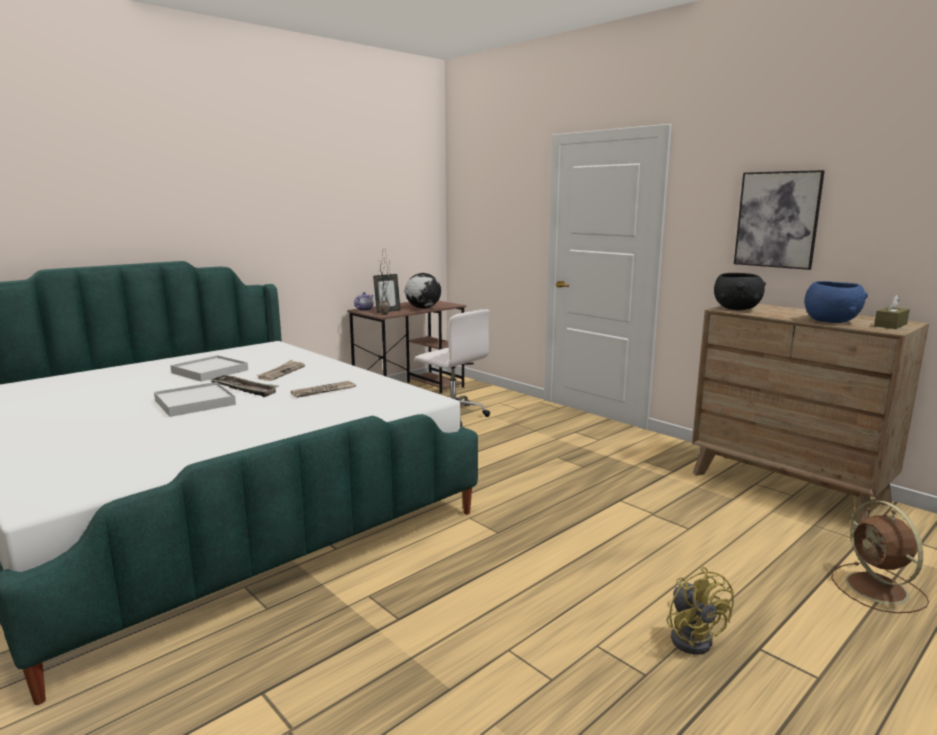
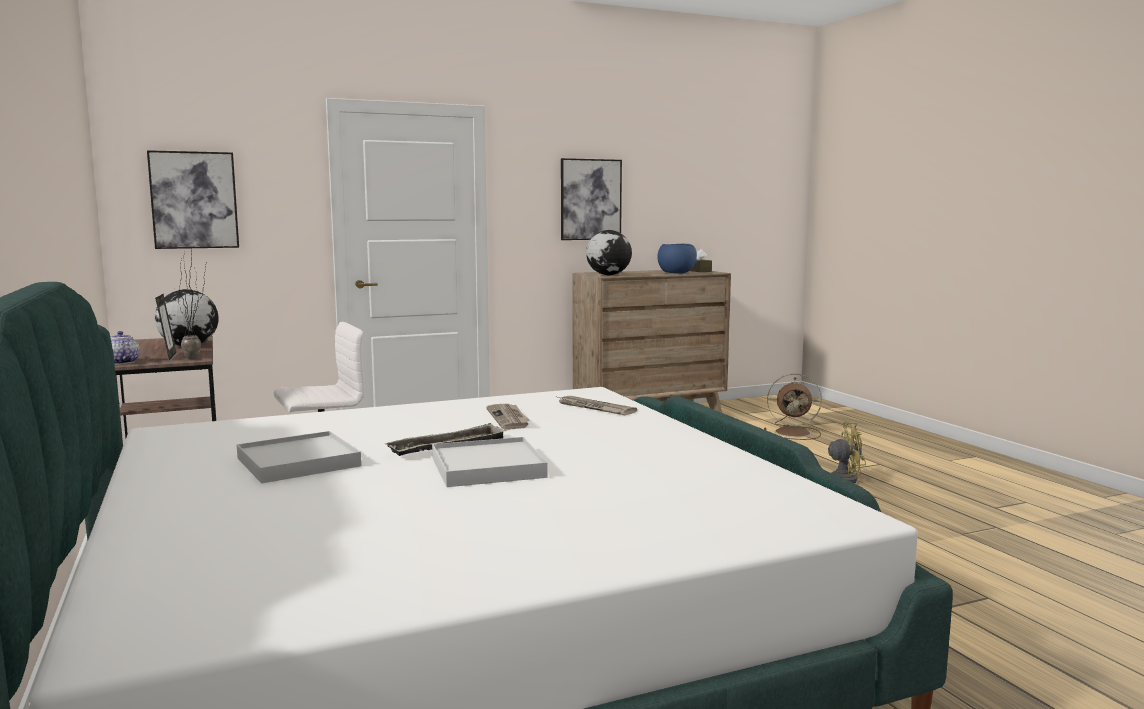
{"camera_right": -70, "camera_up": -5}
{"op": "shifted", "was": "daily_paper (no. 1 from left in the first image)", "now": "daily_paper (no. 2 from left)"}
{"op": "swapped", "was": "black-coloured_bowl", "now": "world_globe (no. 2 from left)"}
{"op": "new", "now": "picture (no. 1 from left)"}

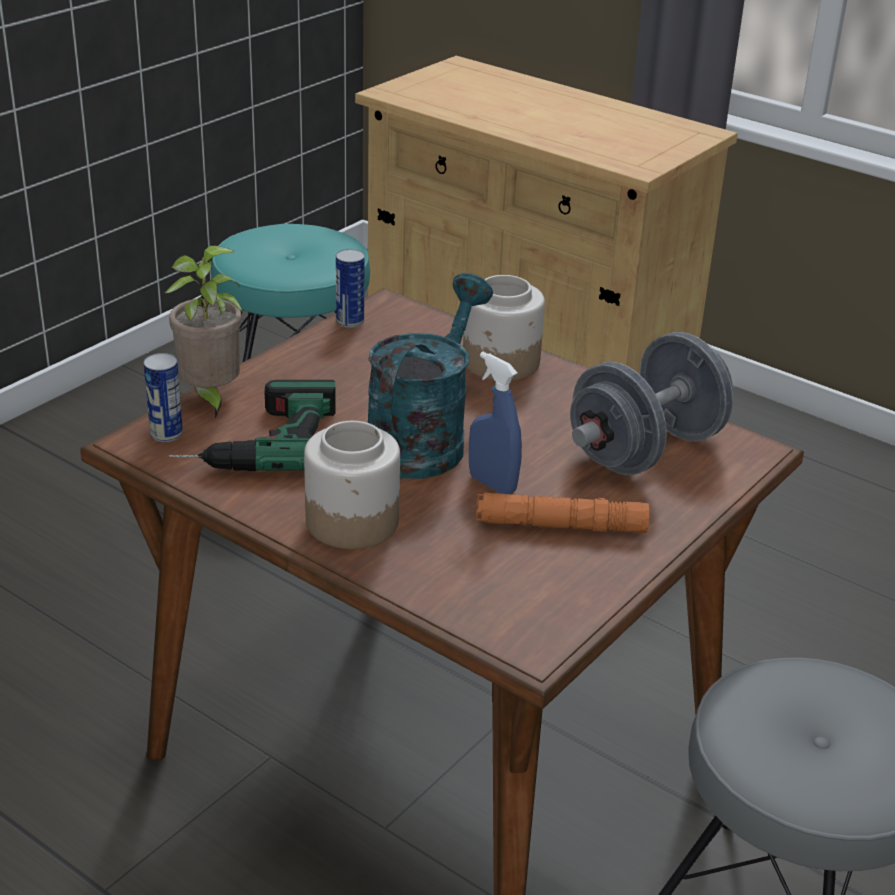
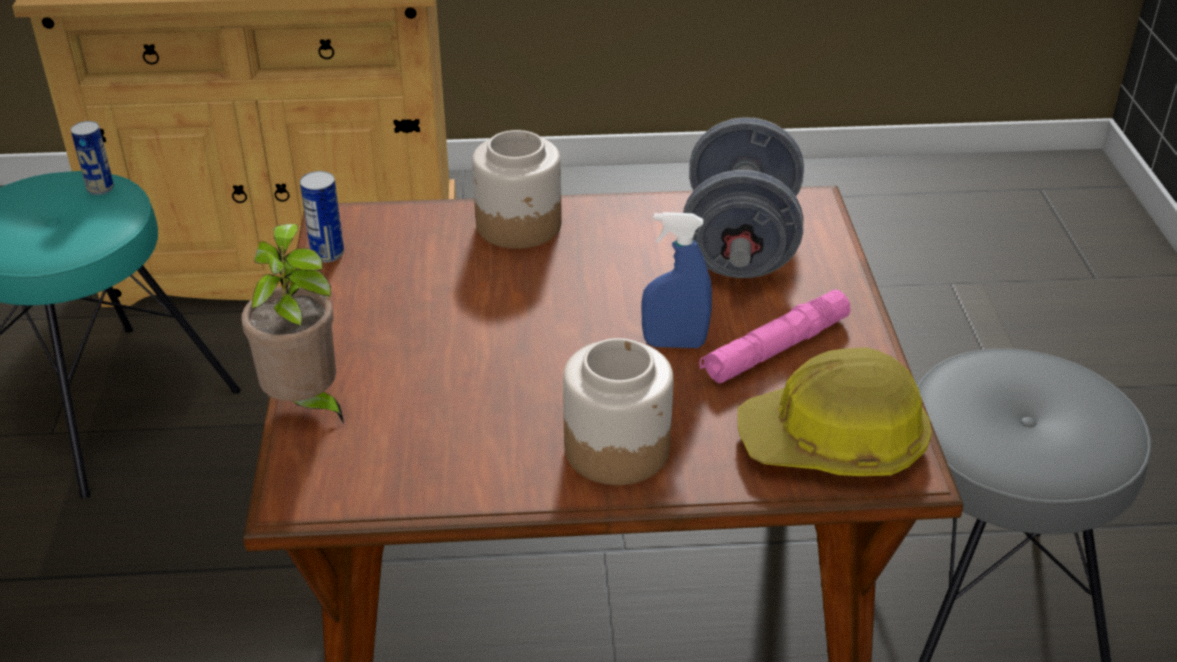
{"camera_right": -40, "camera_up": 5}
{"op": "shifted", "was": "metal_can (no. 1 from left)"}
{"op": "gone", "was": "drill"}
{"op": "gone", "was": "turquoise_sprinkling_can"}
{"op": "repainted", "was": "orange-coloured_hand_torch", "now": "pink_hand_torch"}
{"op": "new", "now": "hard_hat"}

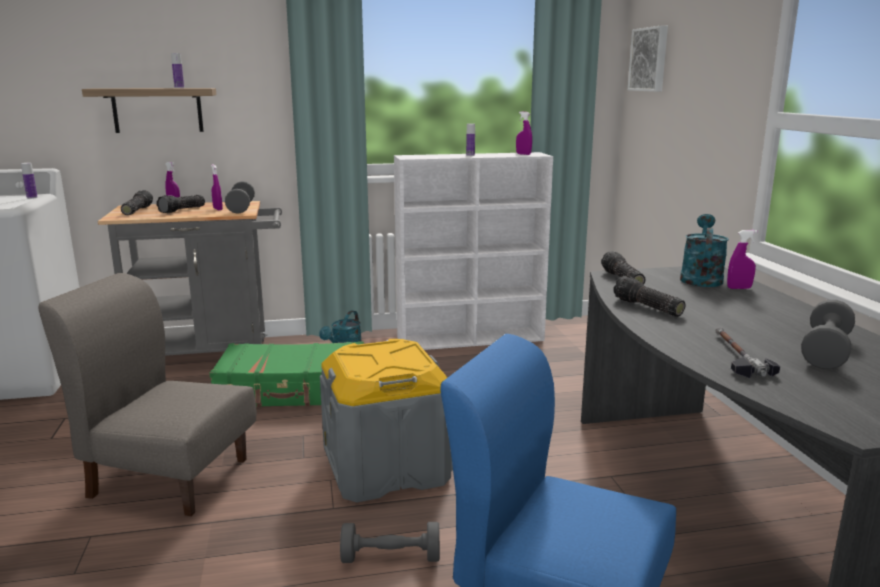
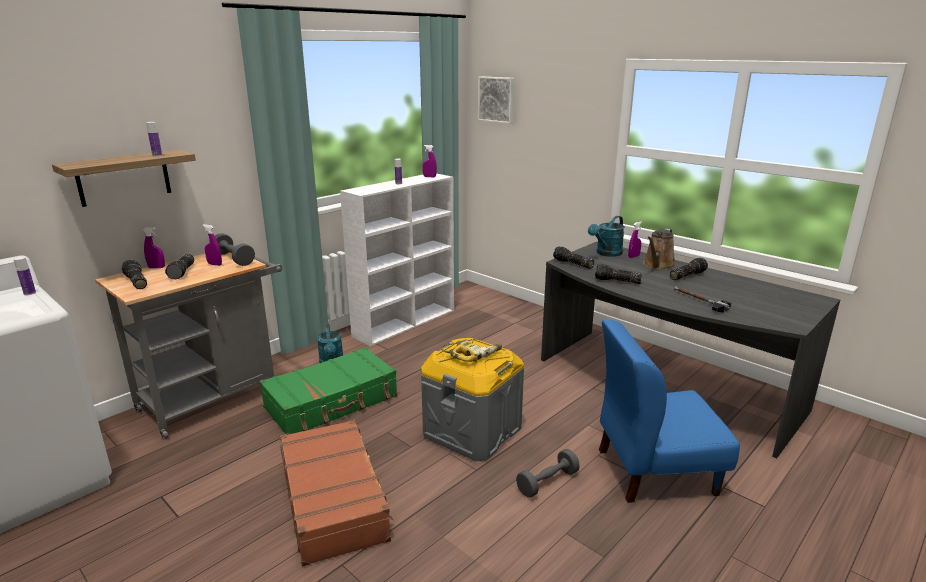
{"camera_right": -35, "camera_up": 5}
{"op": "swapped", "was": "grey_upright_chair", "now": "brownish_piece_of_luggage"}
{"op": "rotated", "was": "turquoise_sprinkling_can (no. 2 from left)", "clockwise": -120}
{"op": "gone", "was": "grey_dumbbell (no. 3 from left)"}
{"op": "new", "now": "drill"}
{"op": "new", "now": "brownish_sprinkling_can"}
{"op": "new", "now": "hand_torch (no. 5 from left)"}

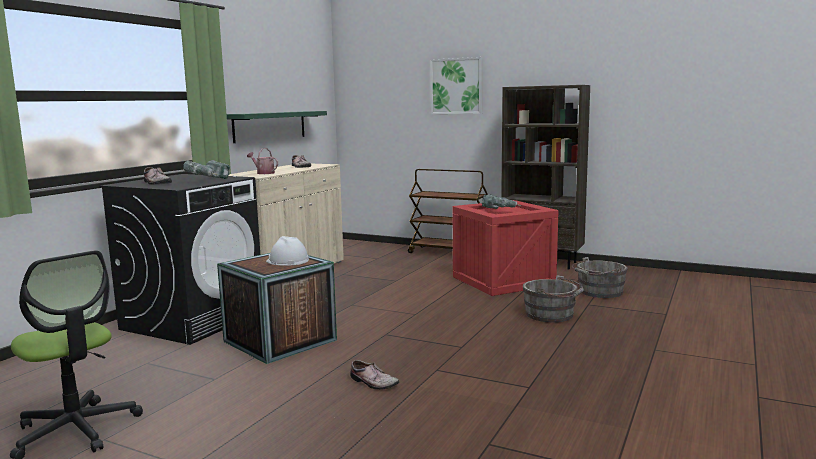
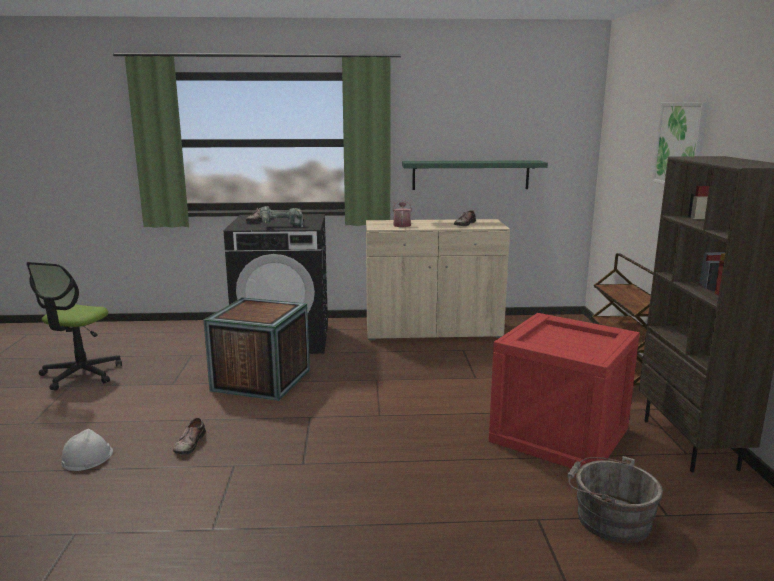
{"camera_right": 60, "camera_up": 5}
{"op": "shifted", "was": "whitish_hard_hat"}
{"op": "gone", "was": "drill (no. 2 from left)"}
{"op": "gone", "was": "grey_bucket (no. 1 from left)"}

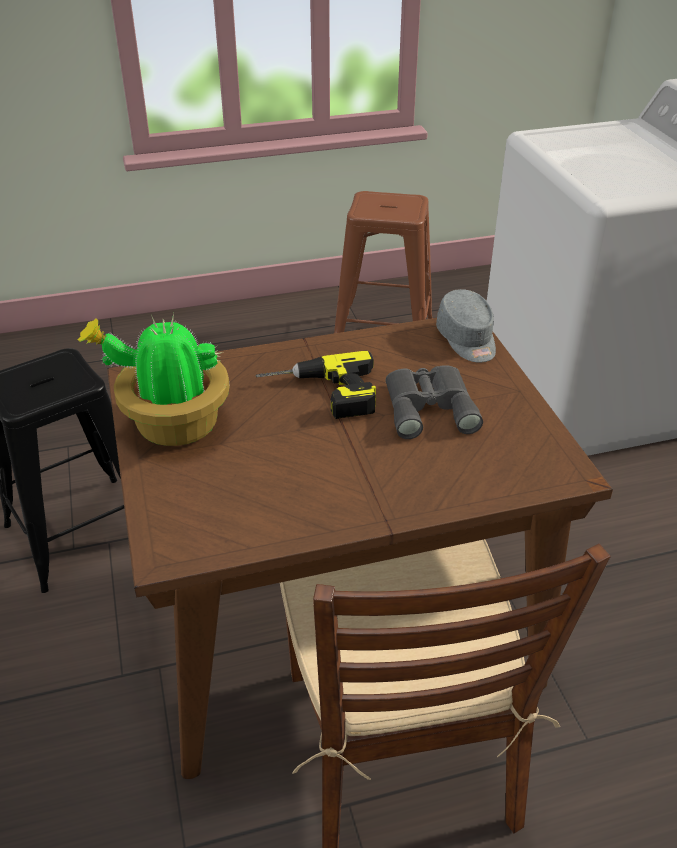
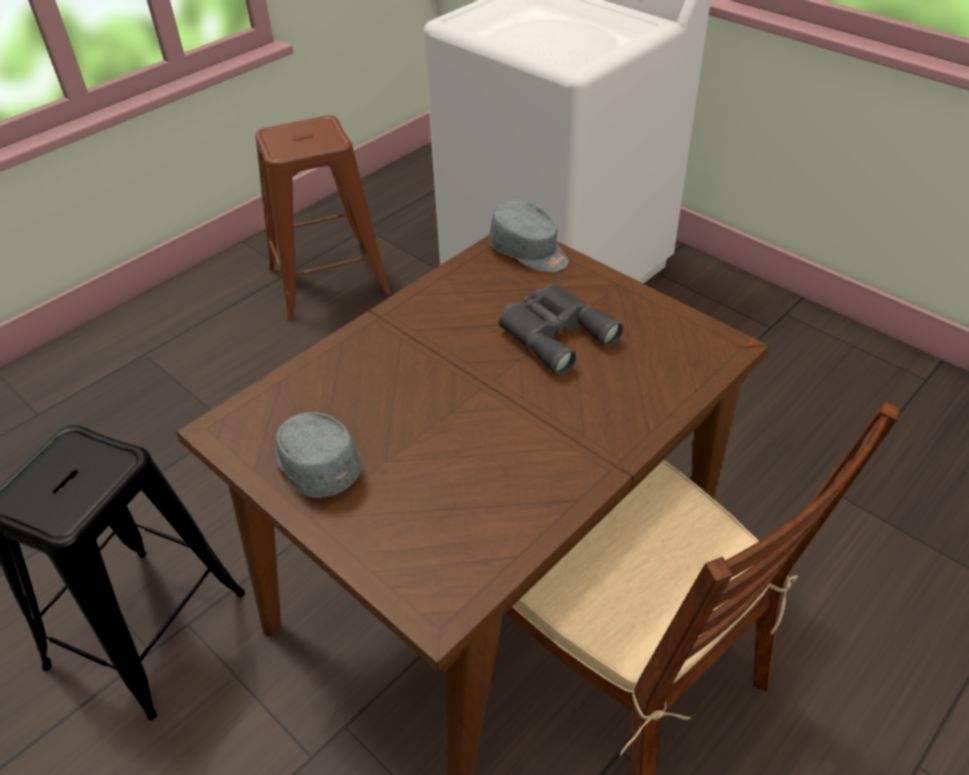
{"camera_right": -30, "camera_up": 5}
{"op": "swapped", "was": "houseplant", "now": "grey_cap (no. 1 from left)"}
{"op": "gone", "was": "drill"}

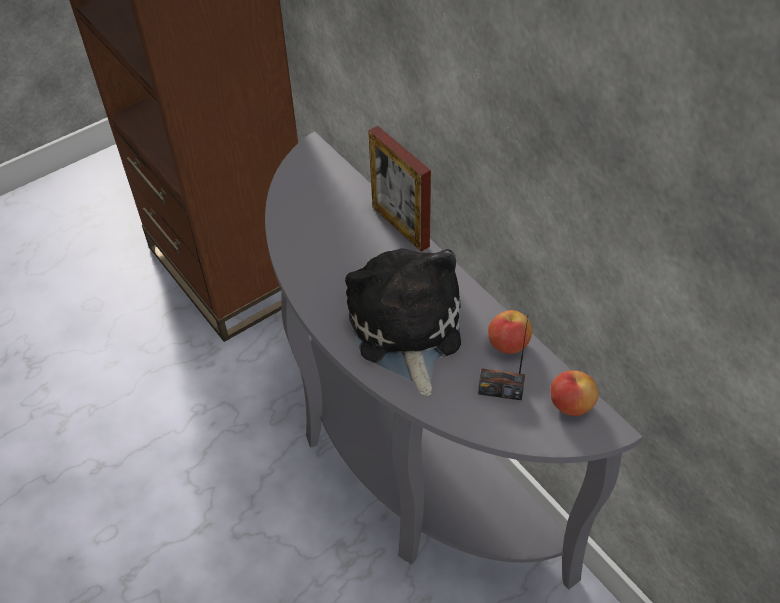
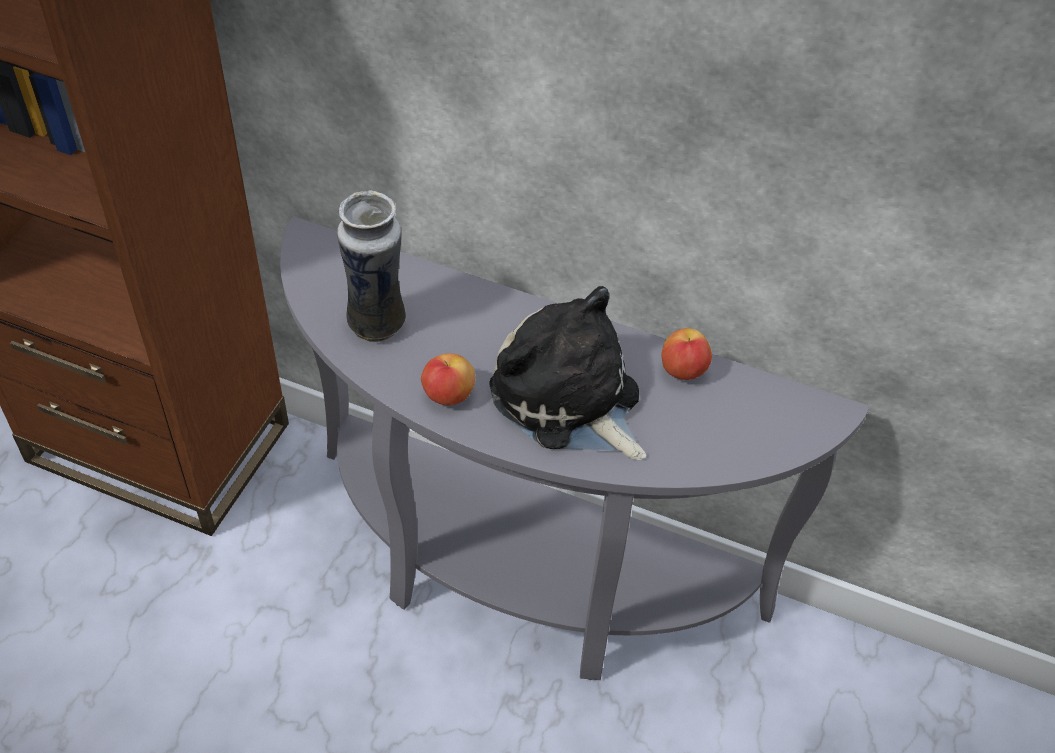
{"camera_right": -35, "camera_up": 0}
{"op": "gone", "was": "standing_frame"}
{"op": "gone", "was": "radio_receiver"}
{"op": "shifted", "was": "apple_fruit (no. 2 from left in the first image)", "now": "apple_fruit (no. 1 from left)"}
{"op": "new", "now": "decorative_vase"}

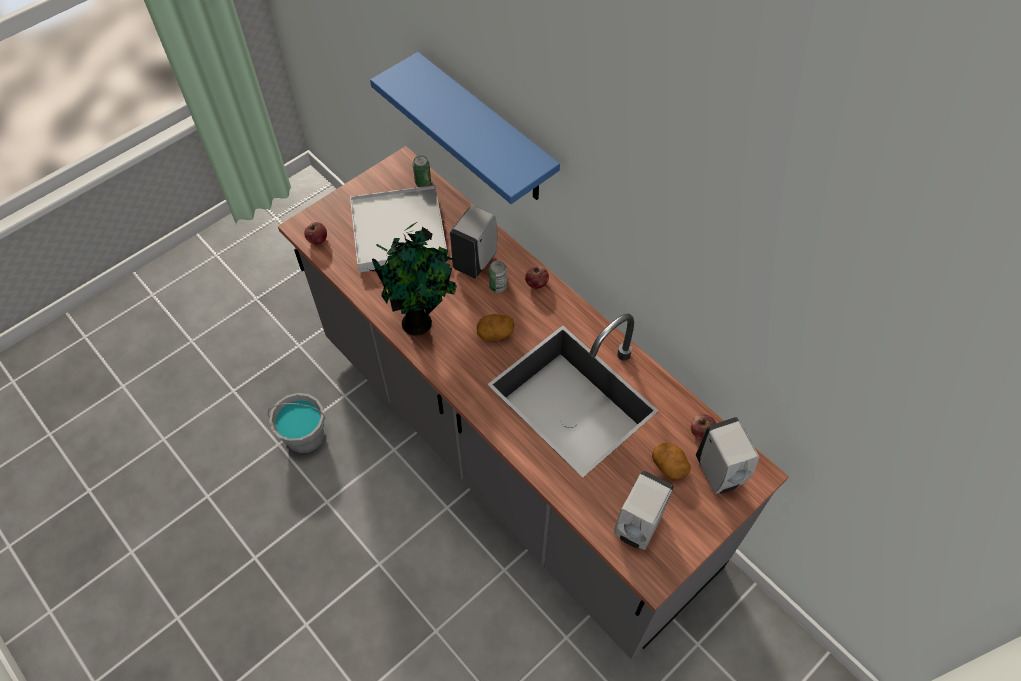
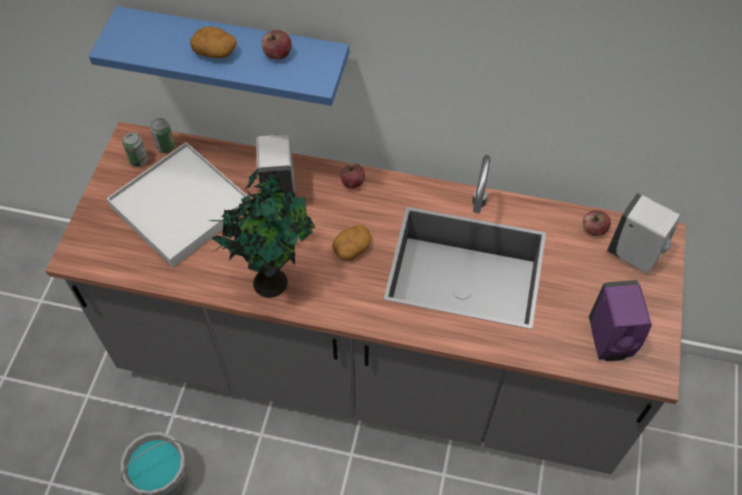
{"camera_right": -35, "camera_up": 0}
{"op": "shifted", "was": "apple_fruit (no. 1 from left)"}
{"op": "shifted", "was": "metal_can (no. 2 from left in the first image)", "now": "metal_can (no. 1 from left)"}
{"op": "repainted", "was": "whitish_soap_dispenser (no. 2 from left)", "now": "purple_soap_dispenser"}
{"op": "shifted", "was": "spud (no. 2 from left in the first image)", "now": "spud (no. 1 from left)"}

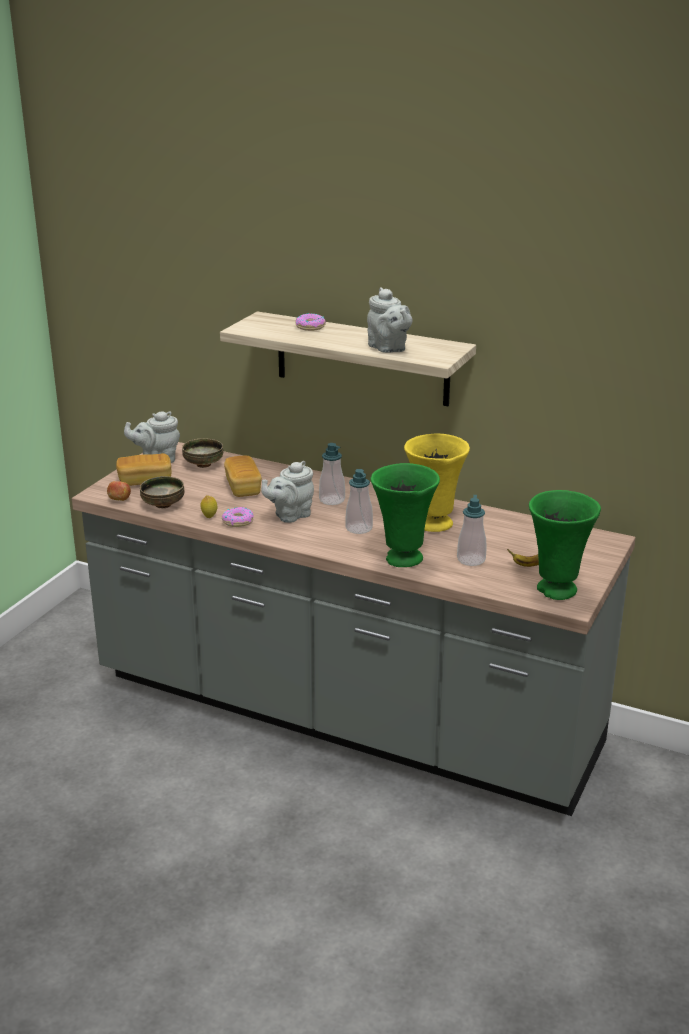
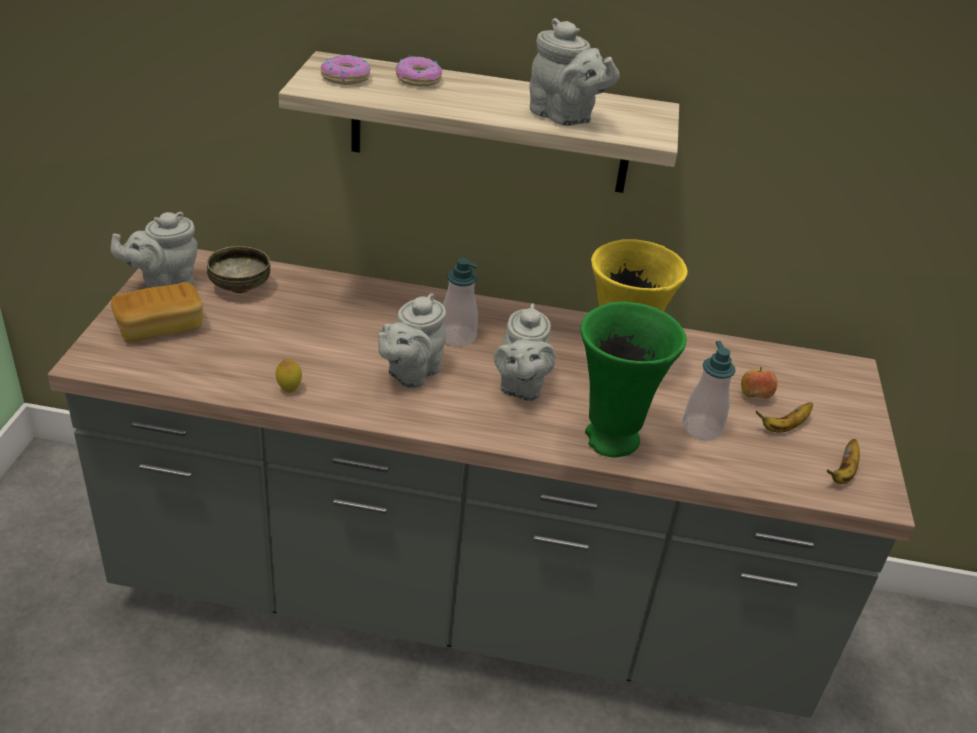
{"camera_right": -20, "camera_up": 10}
{"op": "shifted", "was": "apple_fruit"}
{"op": "gone", "was": "bowl (no. 1 from left)"}
{"op": "shifted", "was": "doughnut (no. 1 from left)"}
{"op": "gone", "was": "baked_bread (no. 2 from left)"}
{"op": "swapped", "was": "soap_dispenser (no. 2 from left)", "now": "grey_teapot (no. 3 from left)"}
{"op": "swapped", "was": "green-coloured_decorative_vase (no. 2 from left)", "now": "whole_banana (no. 2 from left)"}

